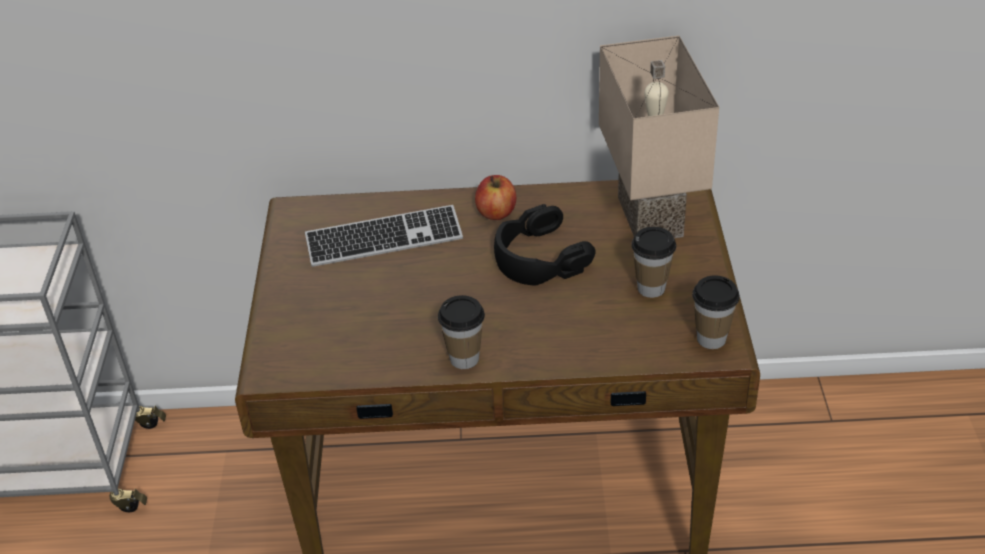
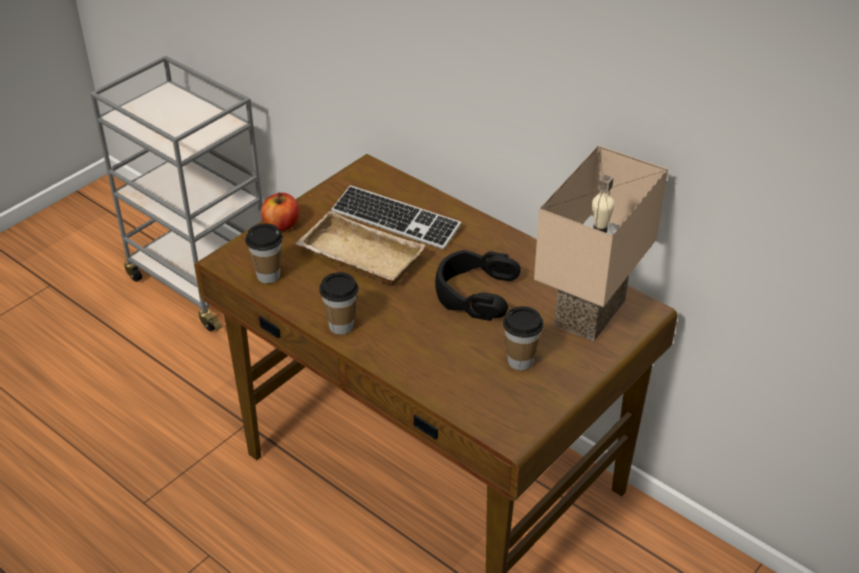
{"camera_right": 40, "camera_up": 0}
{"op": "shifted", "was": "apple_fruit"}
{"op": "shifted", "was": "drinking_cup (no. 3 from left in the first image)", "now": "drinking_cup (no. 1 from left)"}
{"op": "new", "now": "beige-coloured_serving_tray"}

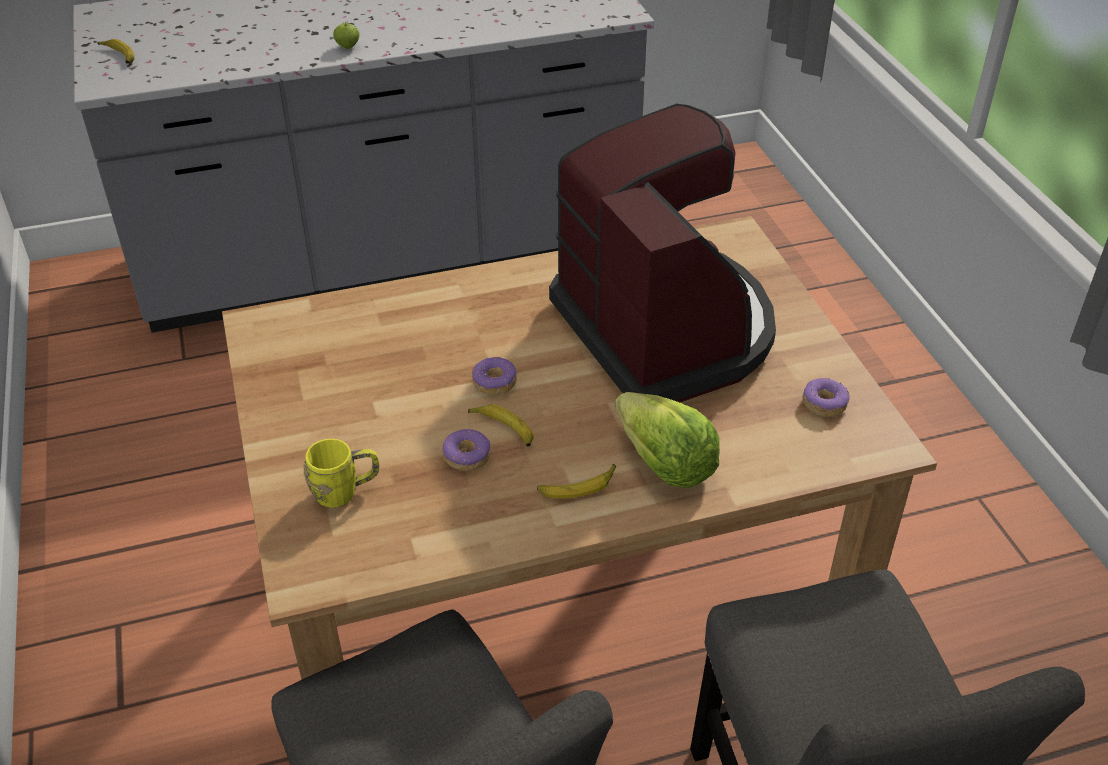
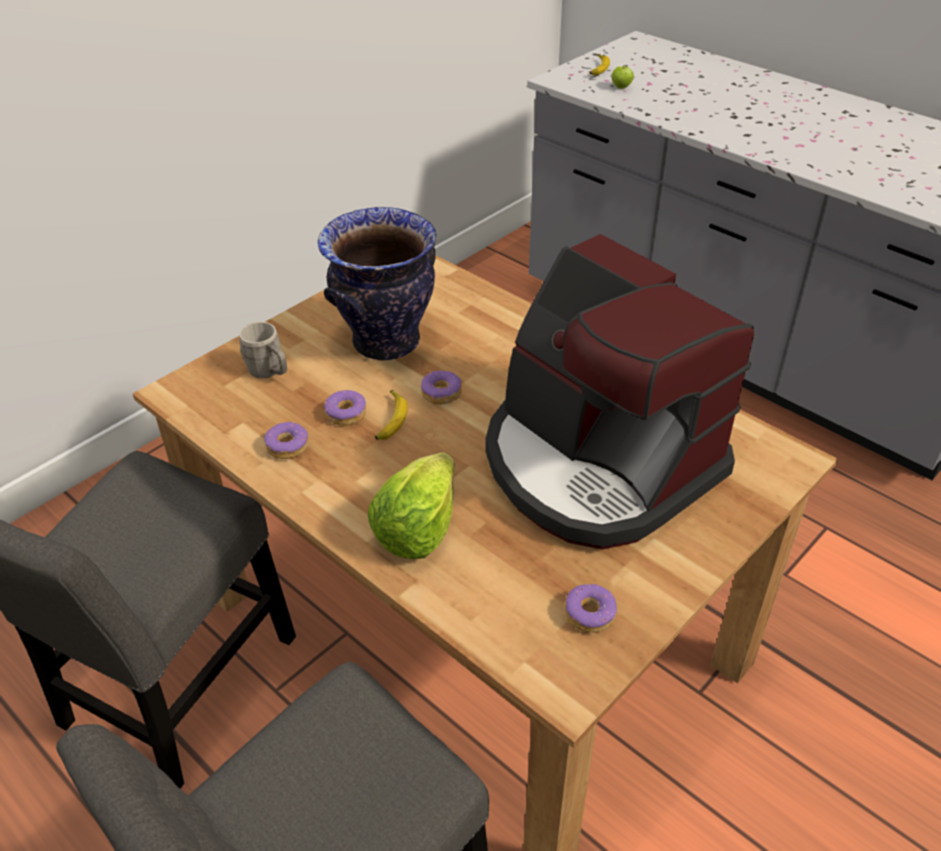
{"camera_right": 60, "camera_up": 0}
{"op": "repainted", "was": "yellowish_mug", "now": "grey_mug"}
{"op": "shifted", "was": "apple_fruit"}
{"op": "gone", "was": "whole_banana (no. 3 from left)"}
{"op": "rotated", "was": "coffee_maker", "clockwise": 105}
{"op": "new", "now": "doughnut (no. 1 from left)"}
{"op": "new", "now": "decorative_vase"}

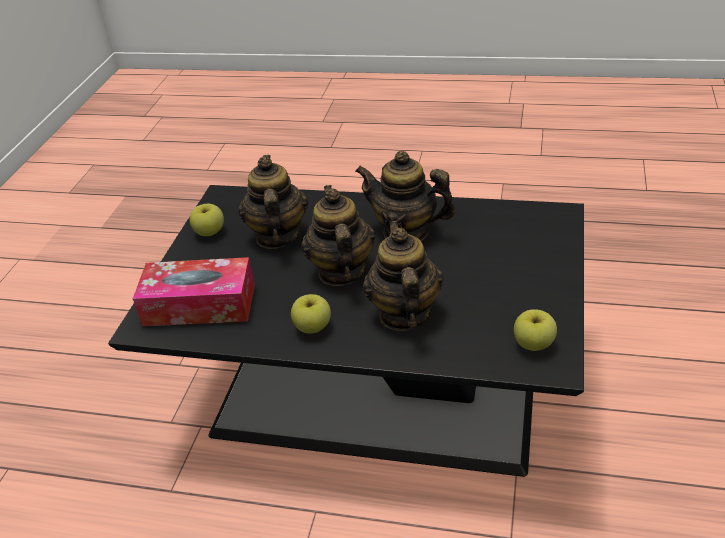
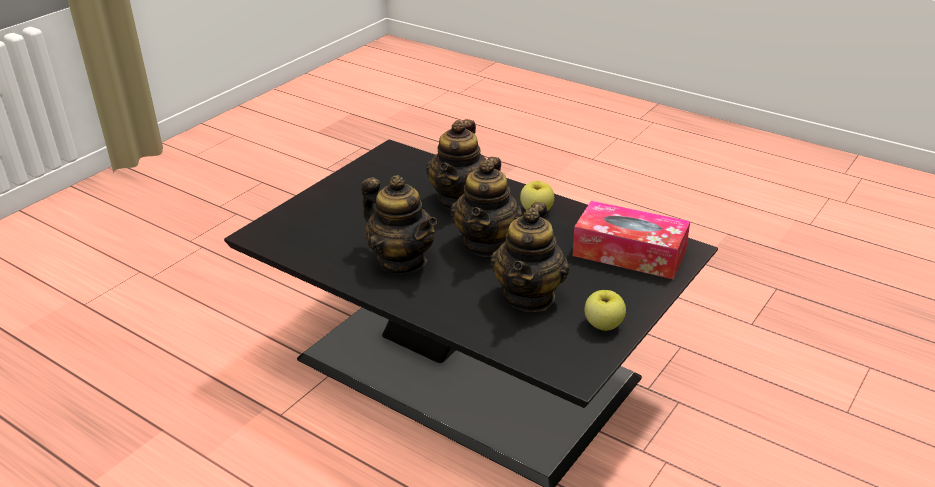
{"camera_right": -160, "camera_up": -5}
{"op": "gone", "was": "apple_fruit (no. 3 from left)"}

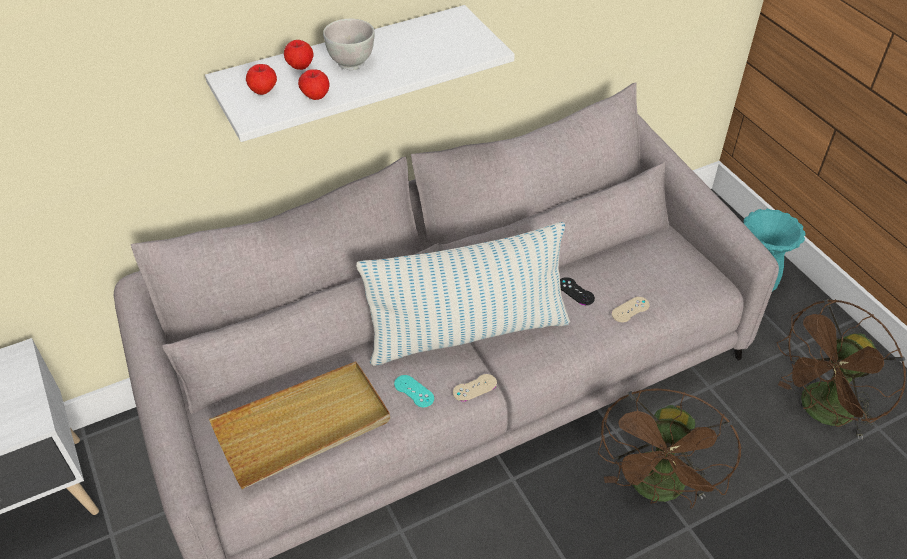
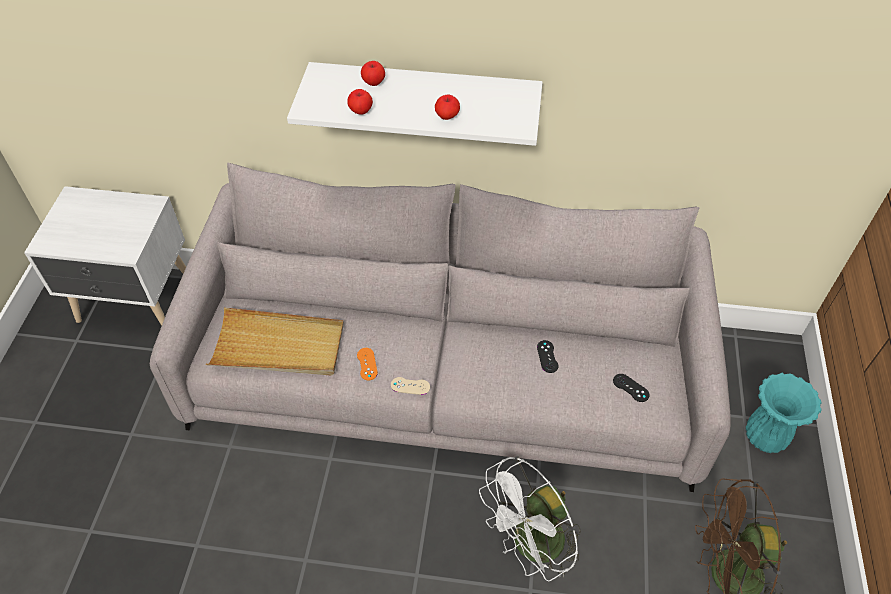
{"camera_right": 35, "camera_up": 5}
{"op": "shifted", "was": "apple_fruit (no. 1 from left in the first image)", "now": "apple_fruit (no. 3 from left)"}
{"op": "gone", "was": "whitish_bowl"}
{"op": "gone", "was": "cushion"}
{"op": "repainted", "was": "turquoise_gamepad", "now": "orange-coloured_gamepad"}
{"op": "repainted", "was": "brownish_electric_fan (no. 1 from left)", "now": "whitish_electric_fan"}
{"op": "gone", "was": "beige-coloured_gamepad (no. 2 from left)"}
{"op": "new", "now": "black-coloured_gamepad (no. 2 from left)"}

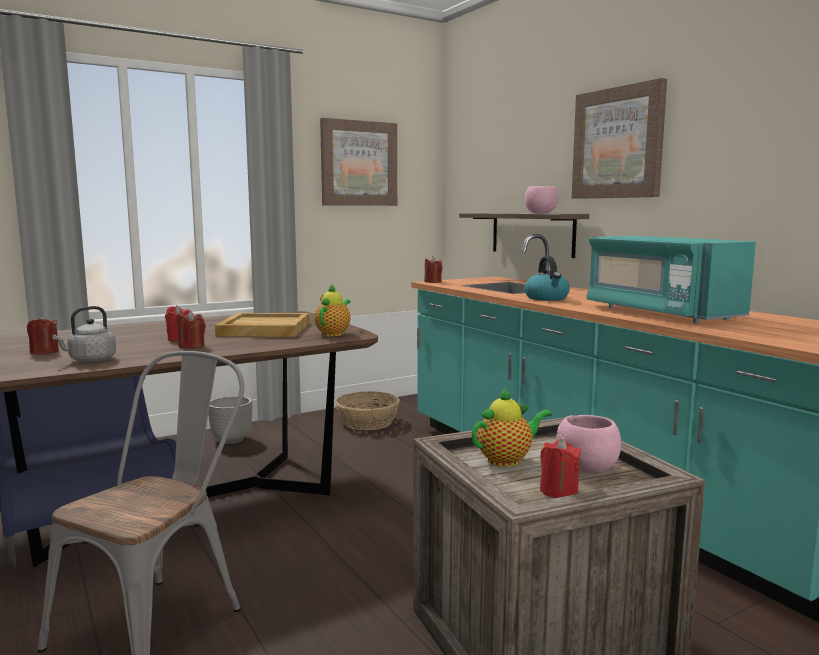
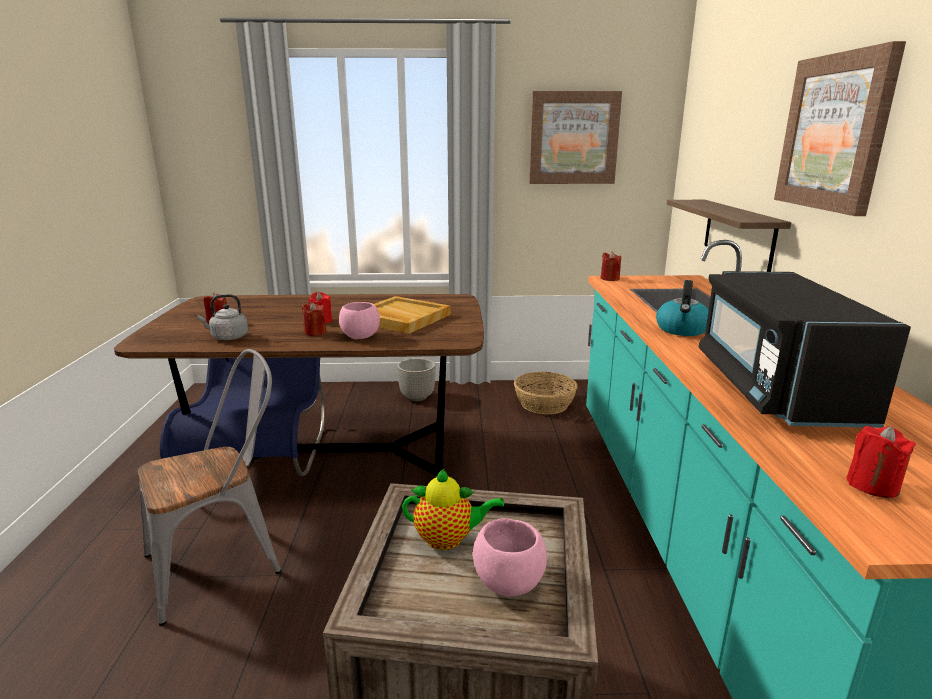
{"camera_right": 30, "camera_up": 10}
{"op": "gone", "was": "teapot (no. 1 from left)"}
{"op": "shifted", "was": "pink_bowl (no. 1 from left)"}
{"op": "shifted", "was": "red_candle (no. 5 from left)"}
{"op": "repainted", "was": "turquoise_microwave_oven", "now": "black-coloured_microwave_oven"}

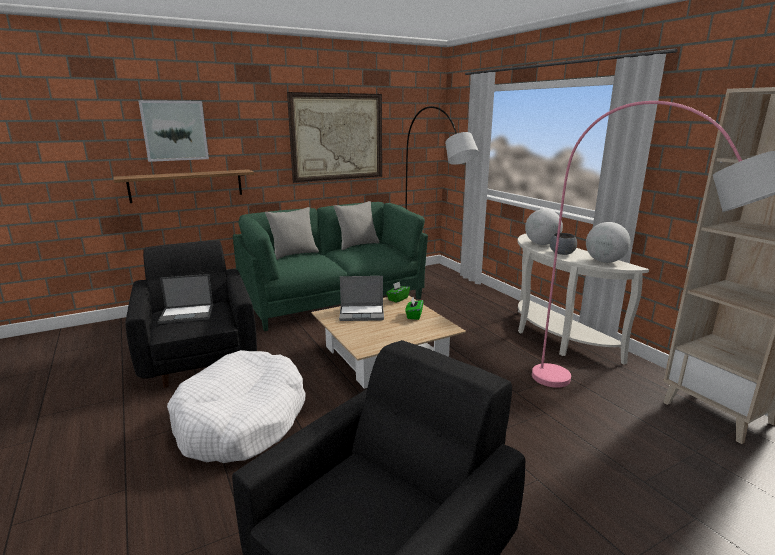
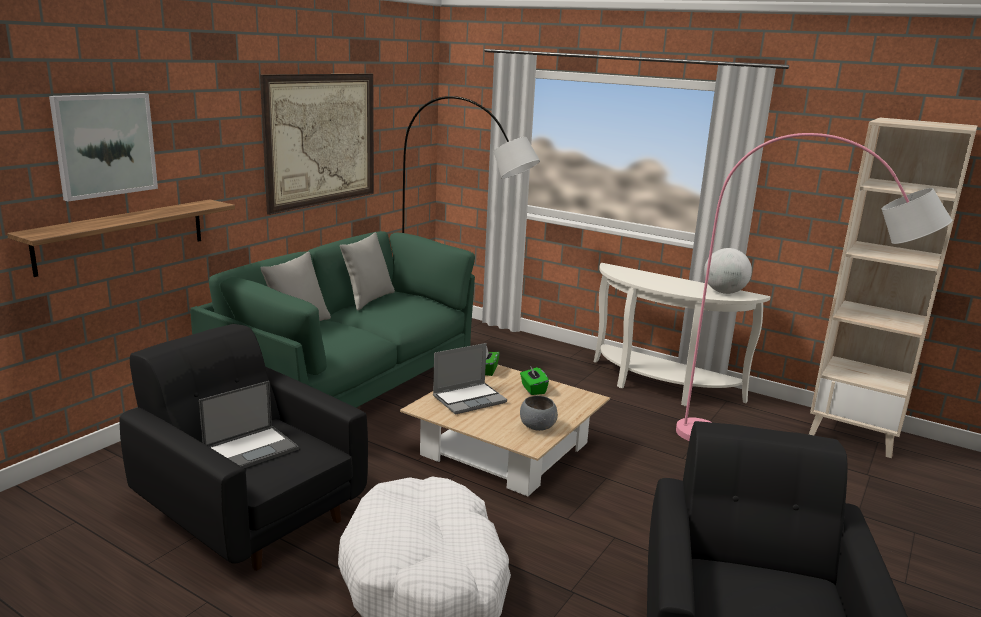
{"camera_right": -30, "camera_up": 0}
{"op": "gone", "was": "world_globe (no. 1 from left)"}
{"op": "shifted", "was": "grey_bowl"}

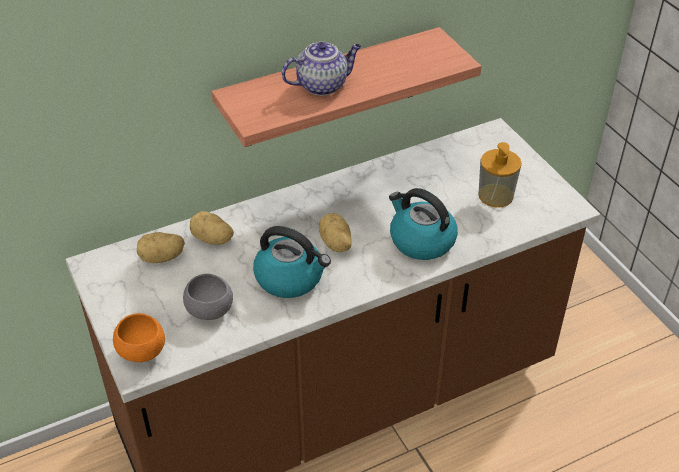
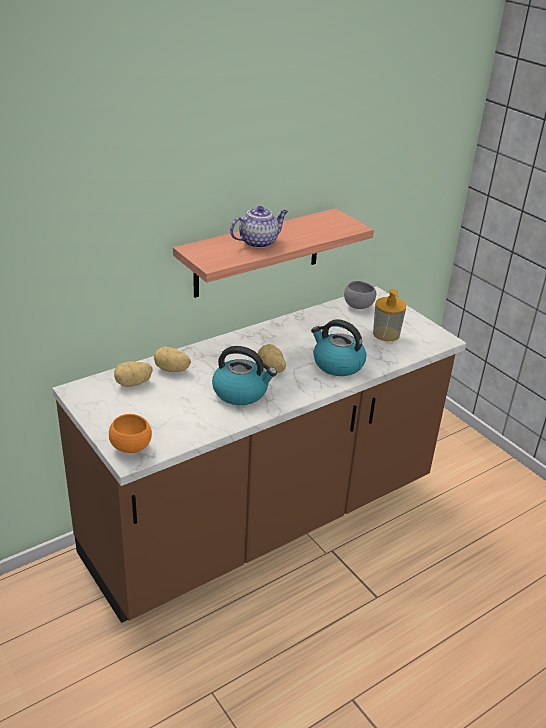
{"camera_right": -10, "camera_up": -10}
{"op": "shifted", "was": "grey_bowl"}

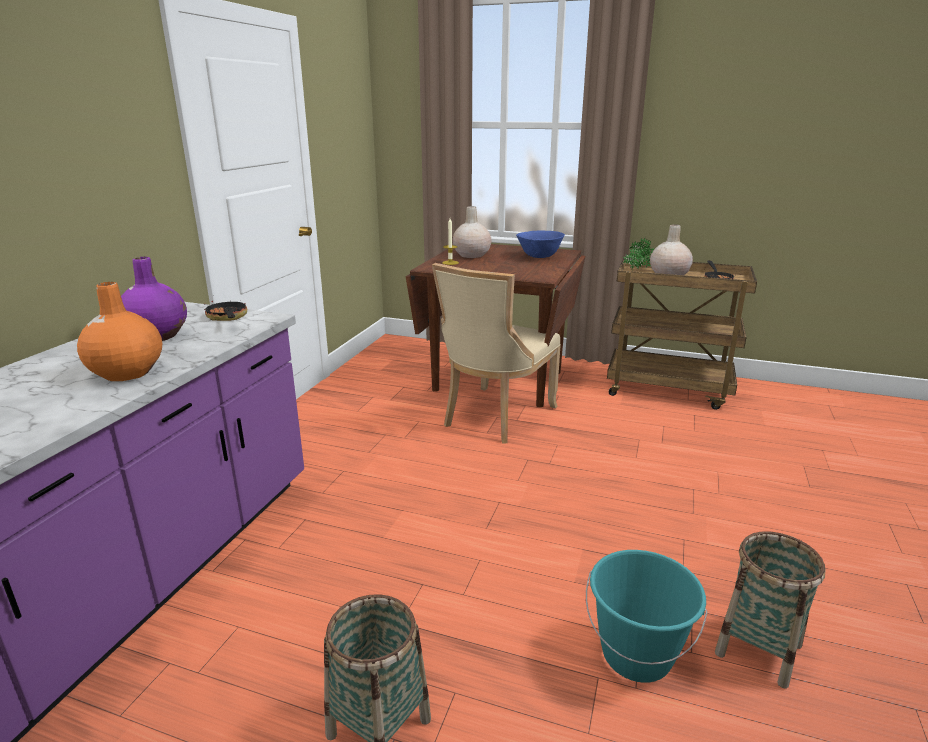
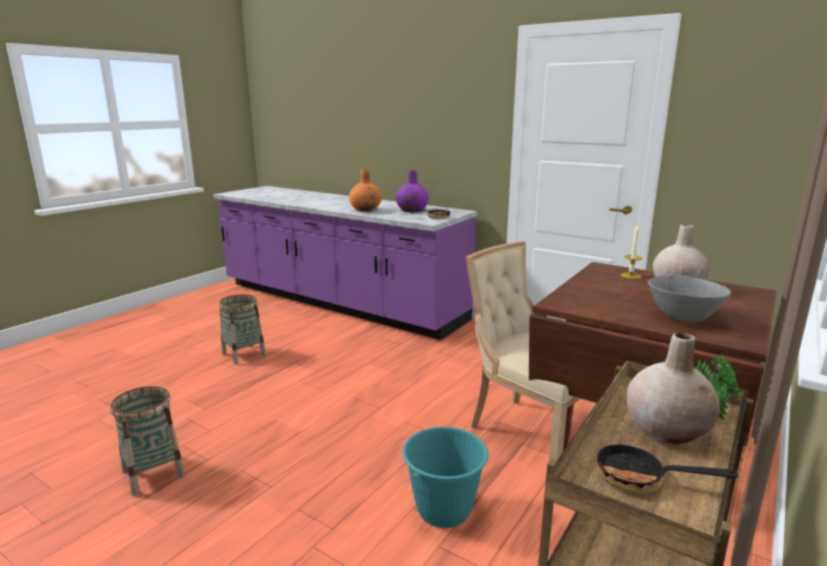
{"camera_right": 105, "camera_up": -5}
{"op": "repainted", "was": "bluish_bowl", "now": "grey_bowl"}
{"op": "shifted", "was": "turquoise_bucket"}

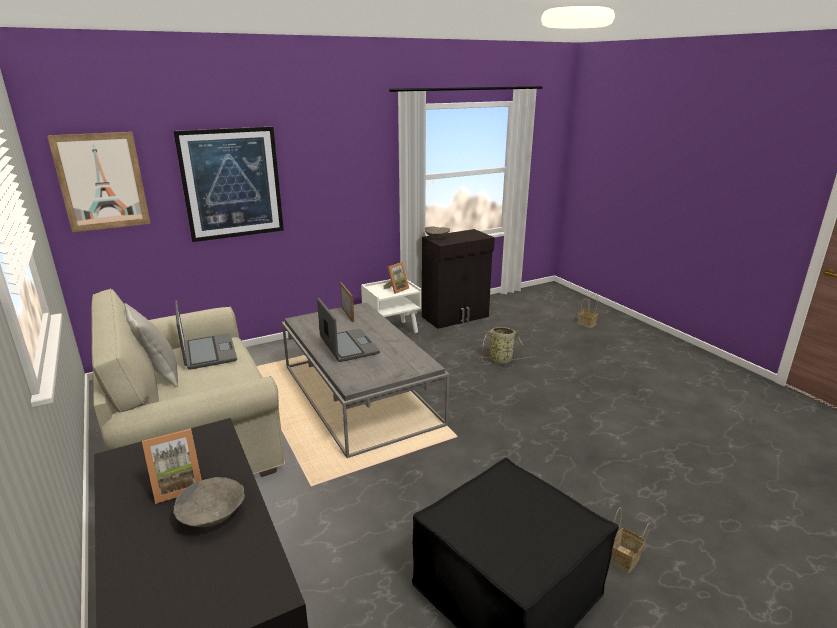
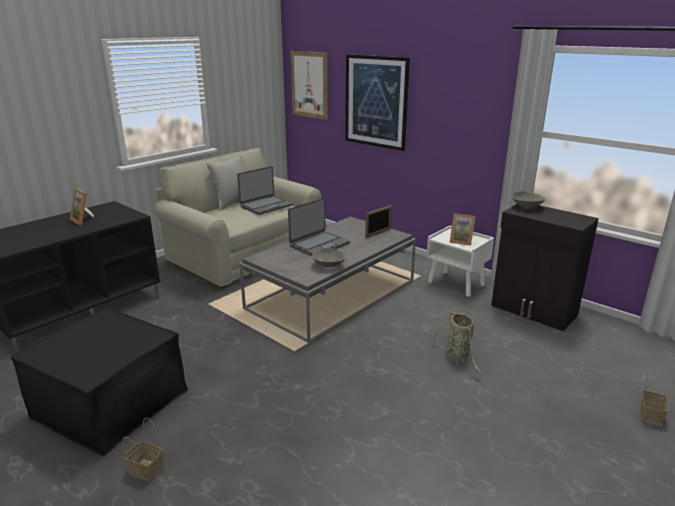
{"camera_right": 70, "camera_up": 0}
{"op": "shifted", "was": "grey_bowl (no. 1 from left)"}

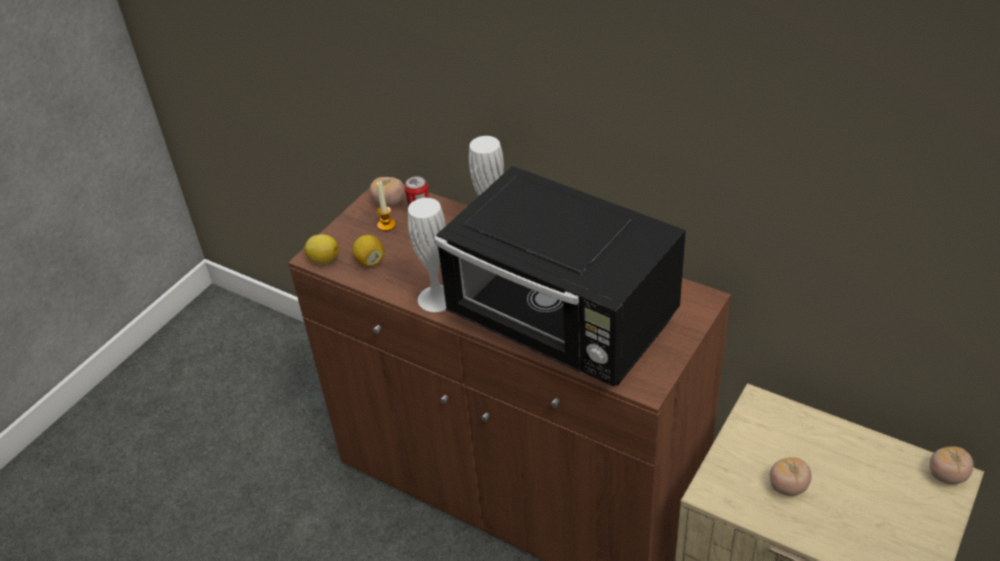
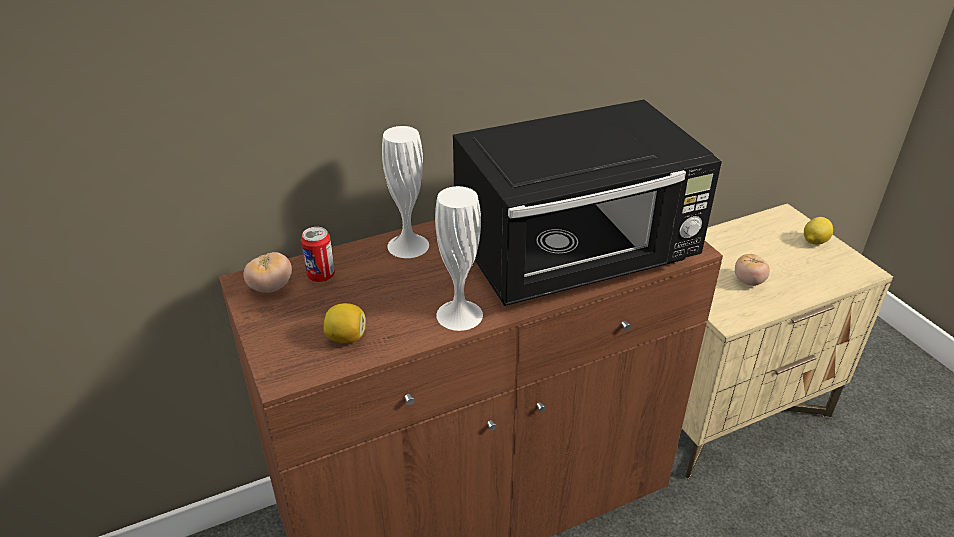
{"camera_right": -60, "camera_up": -5}
{"op": "shifted", "was": "lemon (no. 1 from left in the first image)", "now": "lemon (no. 2 from left)"}
{"op": "gone", "was": "candle"}
{"op": "gone", "was": "fresh_tomato (no. 3 from left)"}

